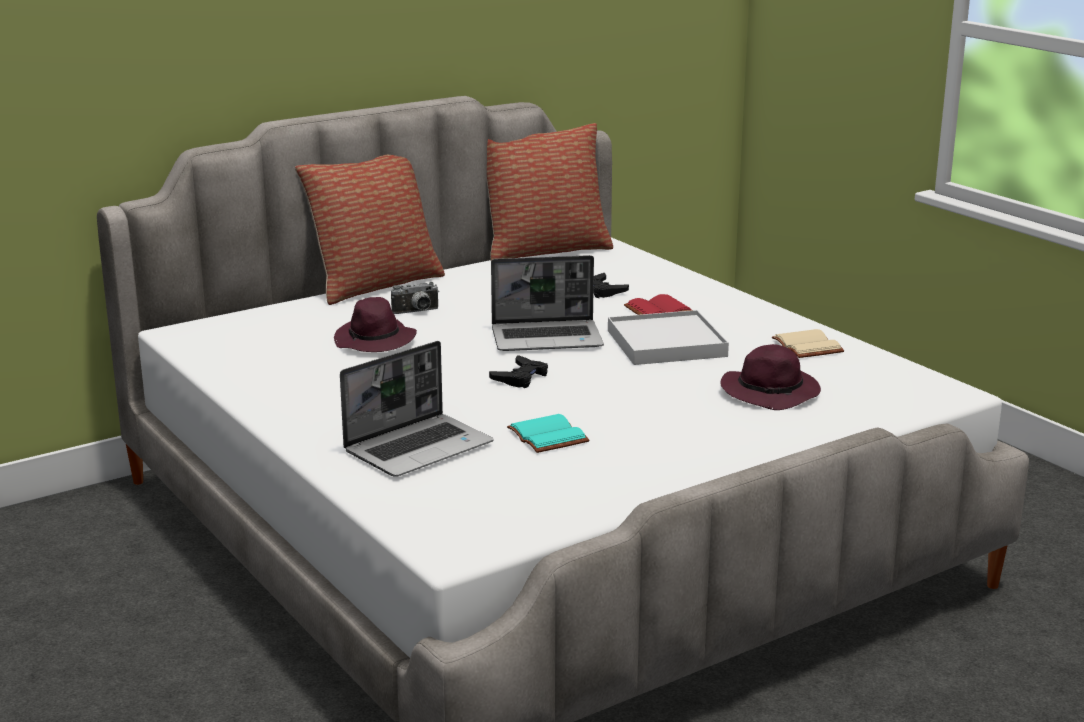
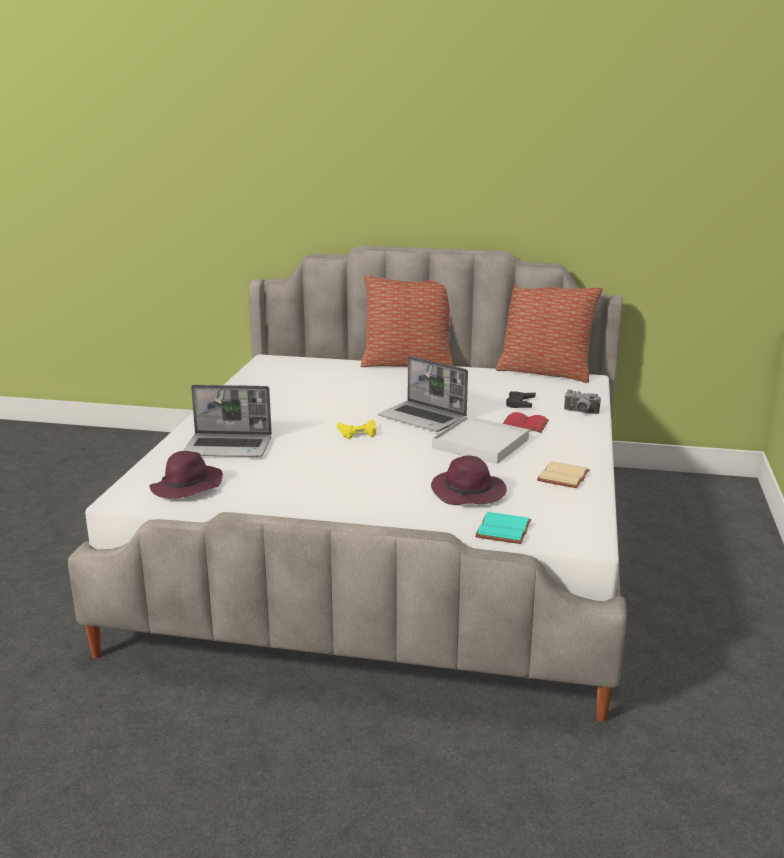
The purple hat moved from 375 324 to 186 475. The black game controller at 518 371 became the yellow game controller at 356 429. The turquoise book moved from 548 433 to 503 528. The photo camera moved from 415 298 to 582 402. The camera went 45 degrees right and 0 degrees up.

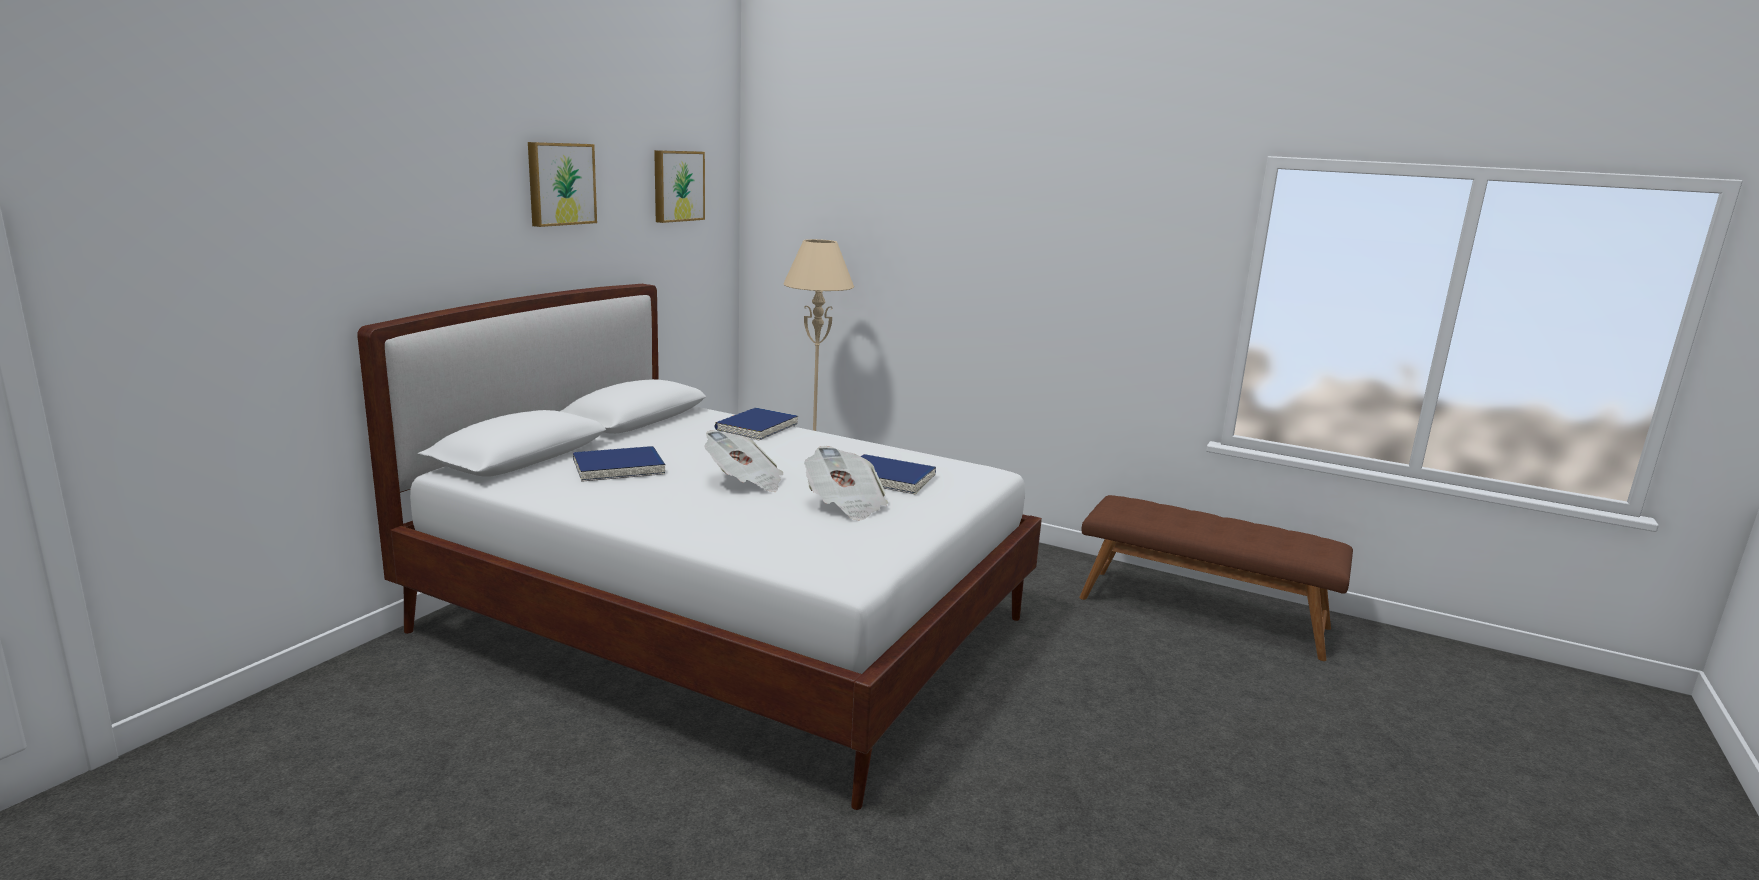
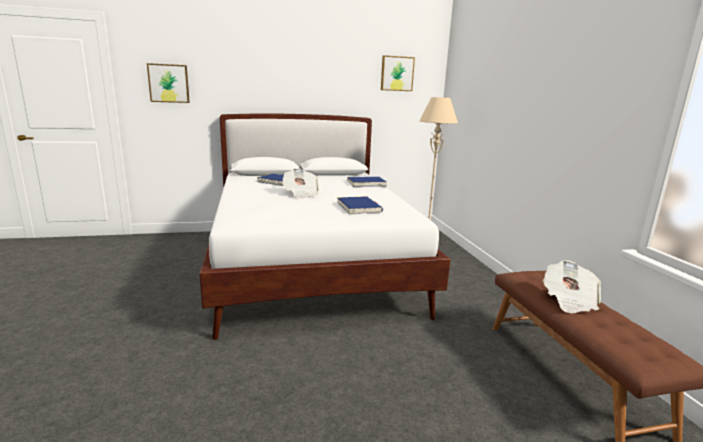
The picture moved from 562 184 to 168 83. The newspaper moved from 846 483 to 572 286. The camera went 50 degrees right and 0 degrees up.

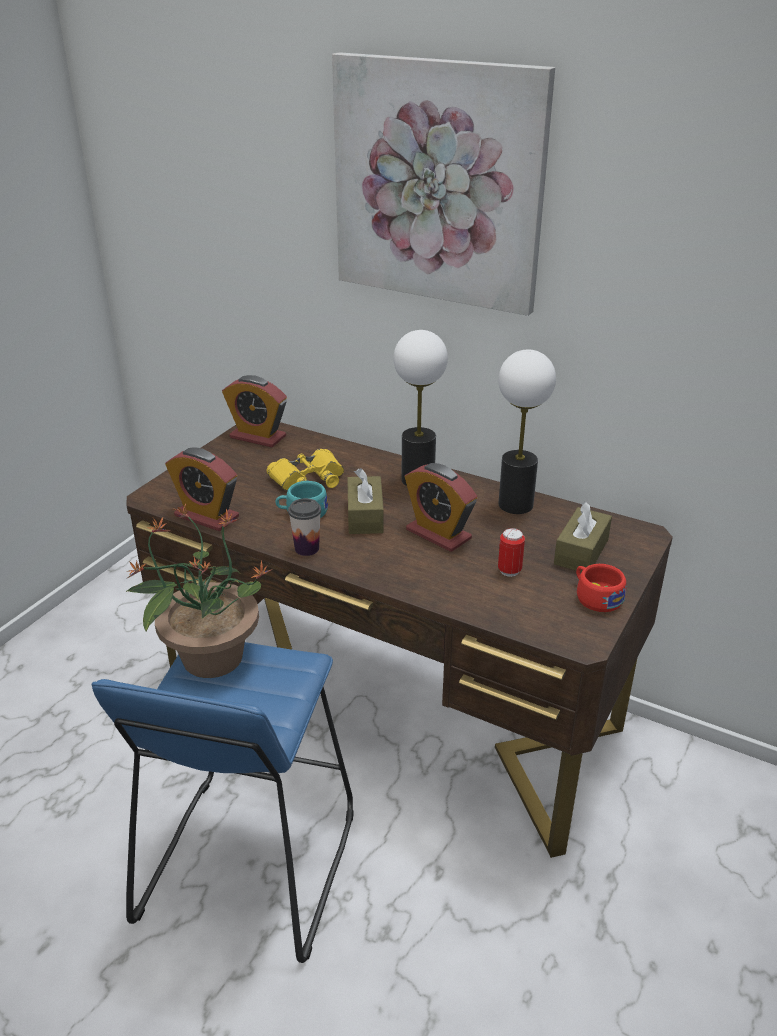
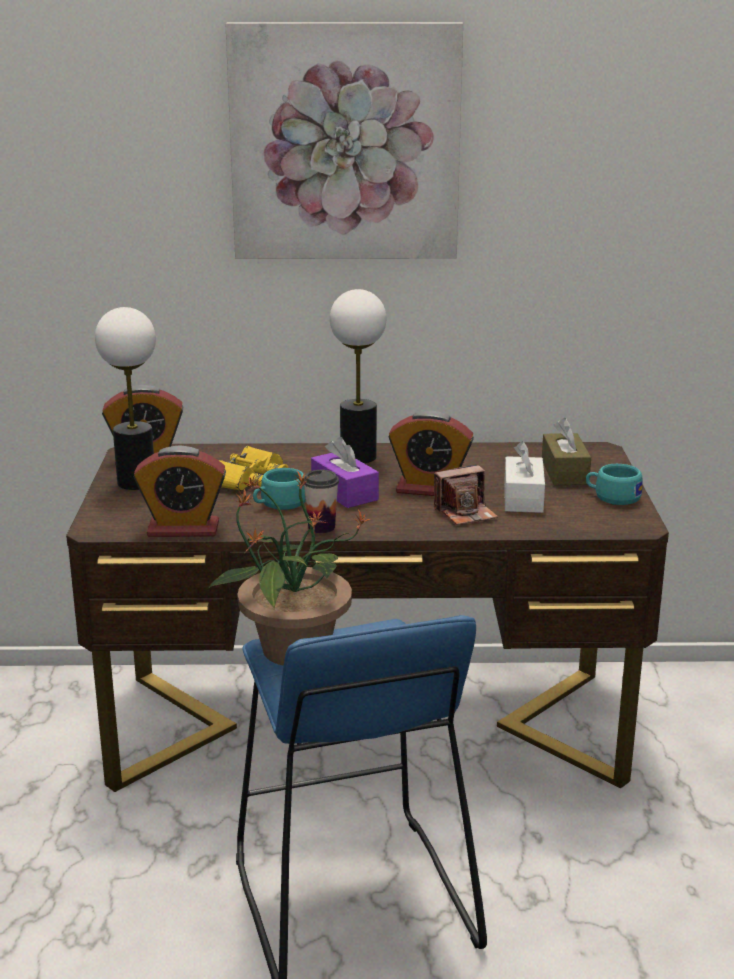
The table lamp moved from 527 431 to 125 398. The brown tissue box at 365 501 became the purple tissue box at 345 472. The photo camera at 466 494 appeared. The can at 511 552 was replaced by the white tissue box at 524 477. The red cup at 601 588 became the turquoise cup at 614 484. The camera went 30 degrees left and 10 degrees down.

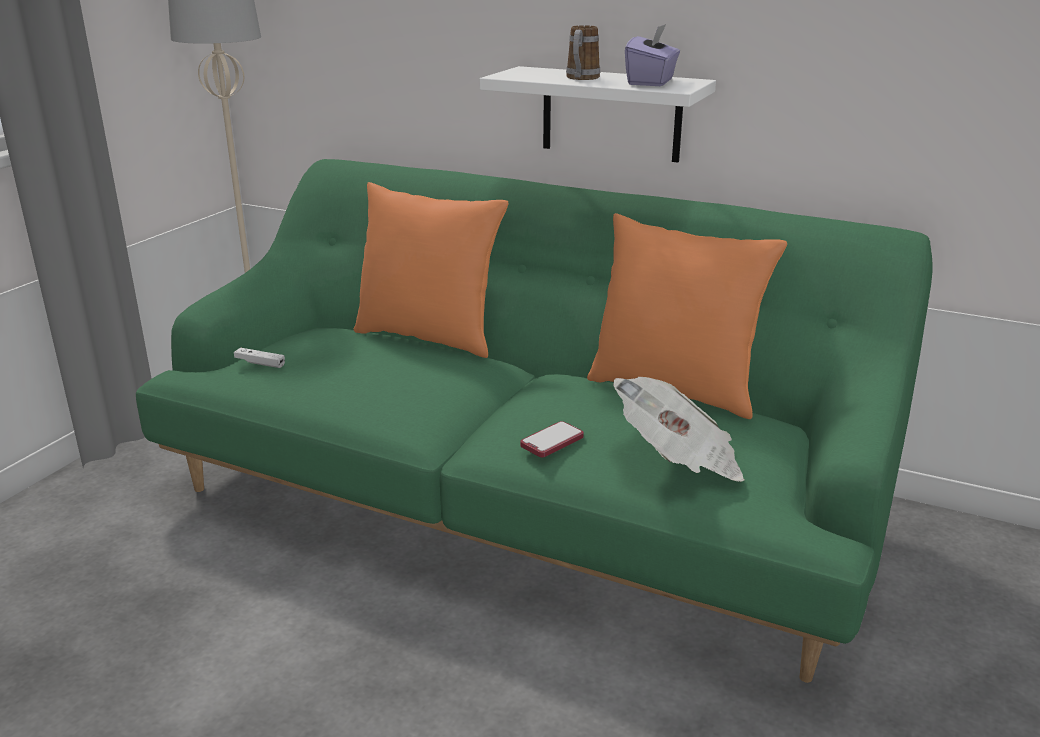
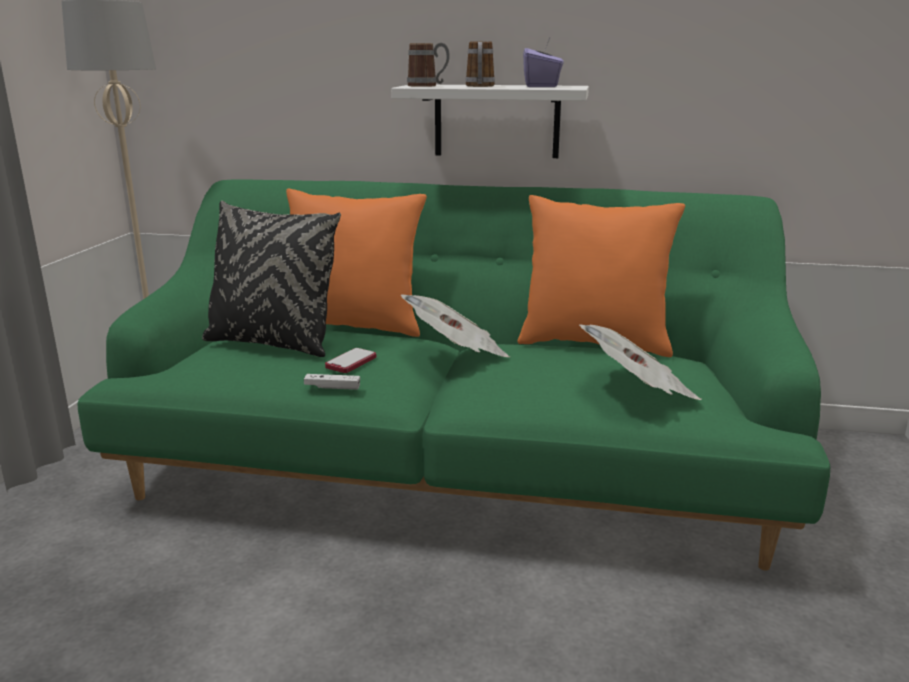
The black pillow at 271 279 appeared. The white game controller moved from 259 358 to 332 382. The phone moved from 552 439 to 350 360. The newspaper at 455 326 appeared. The mug at 428 65 appeared. The camera went 15 degrees left and 5 degrees down.

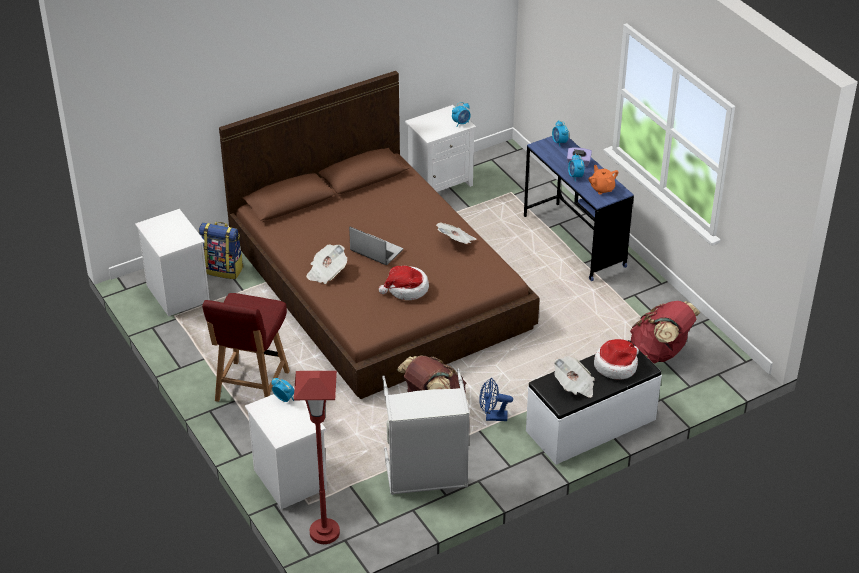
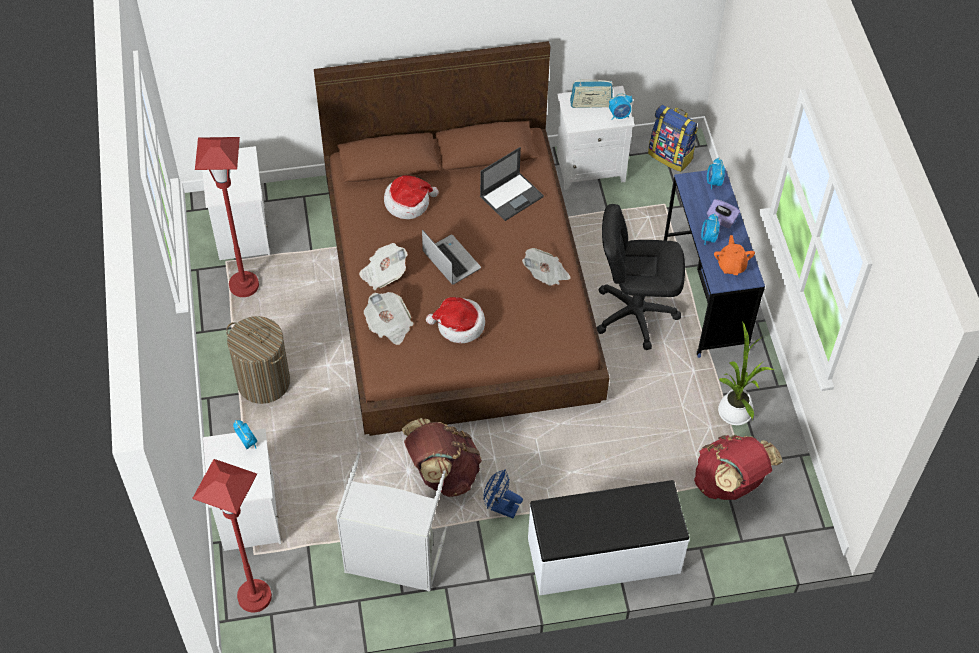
The red floor lamp at 227 217 appeared. The red chair at 246 347 was replaced by the laundry basket at 258 360. The newspaper moved from 574 377 to 389 318. The hat moved from 616 359 to 411 197. The laptop at 512 184 appeared. The radio at 591 93 appeared. The black office chair at 641 277 appeared. The backpack moved from 221 250 to 673 138. The potted plant at 746 373 appeared. The camera went 20 degrees right and 15 degrees up.

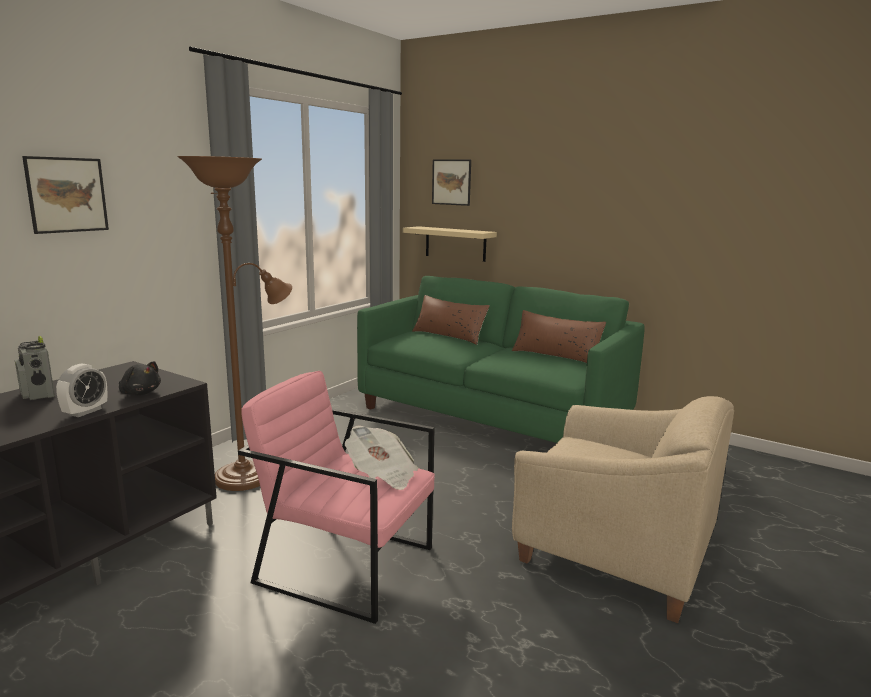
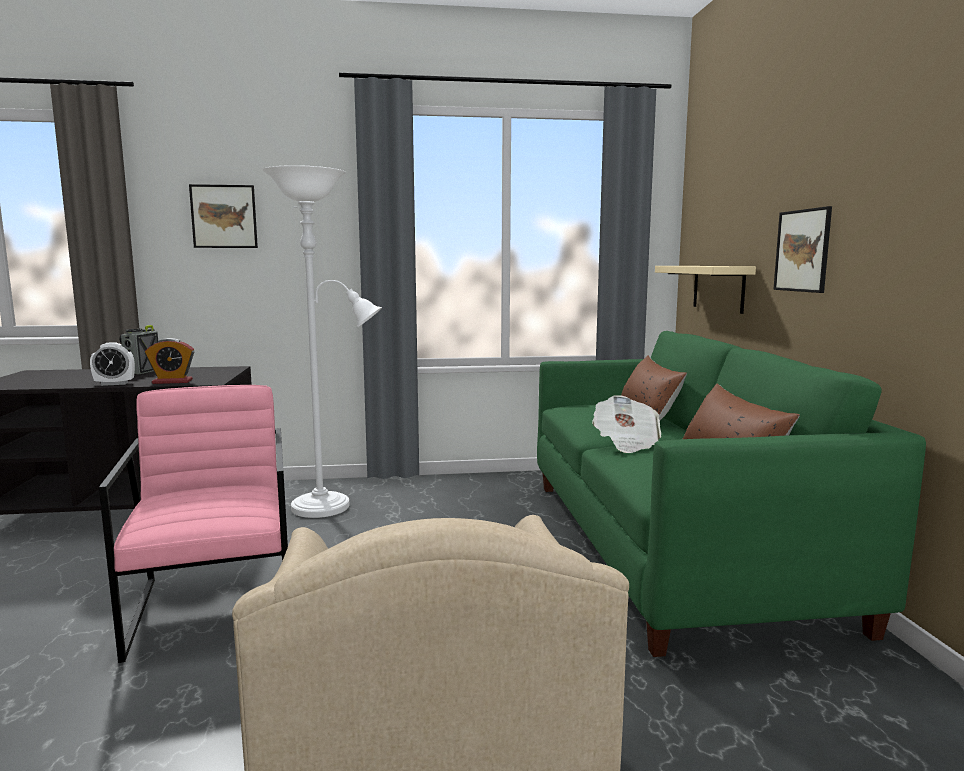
The black plush toy at 140 378 was replaced by the alarm clock at 170 361. The brown floor lamp at 234 323 became the white floor lamp at 322 341. The newspaper moved from 381 457 to 626 424. The picture moved from 451 183 to 802 249. The camera went 50 degrees right and 5 degrees down.

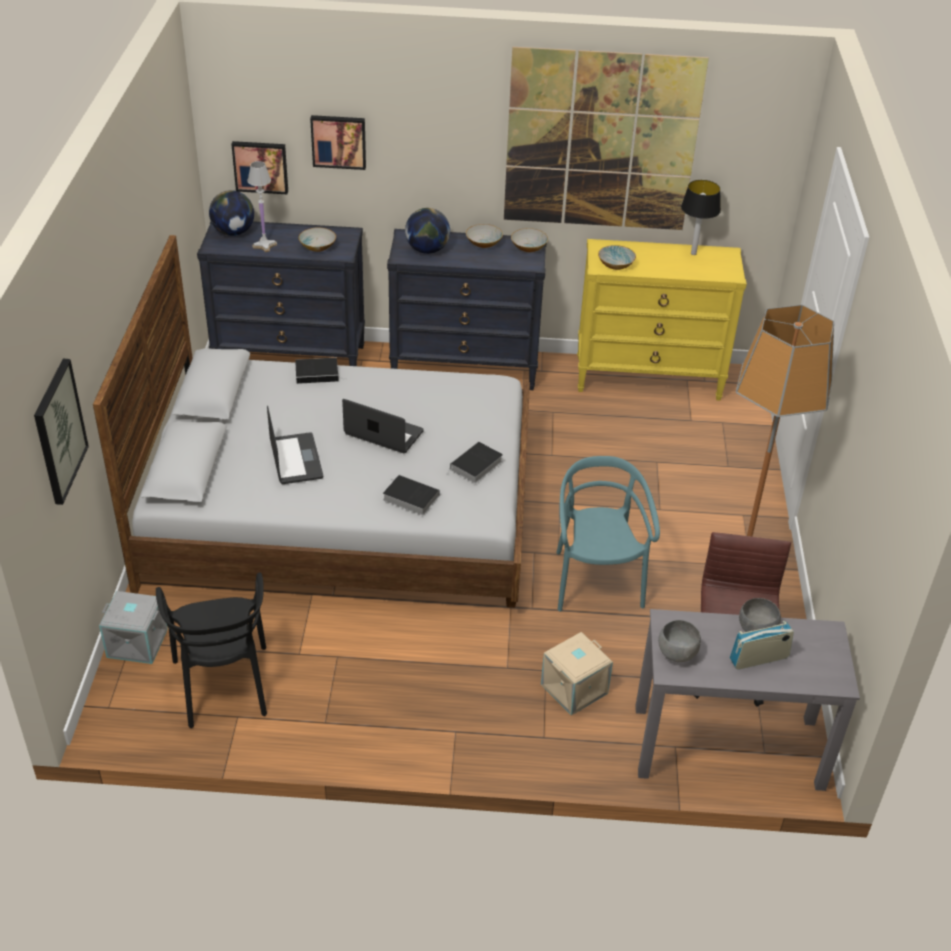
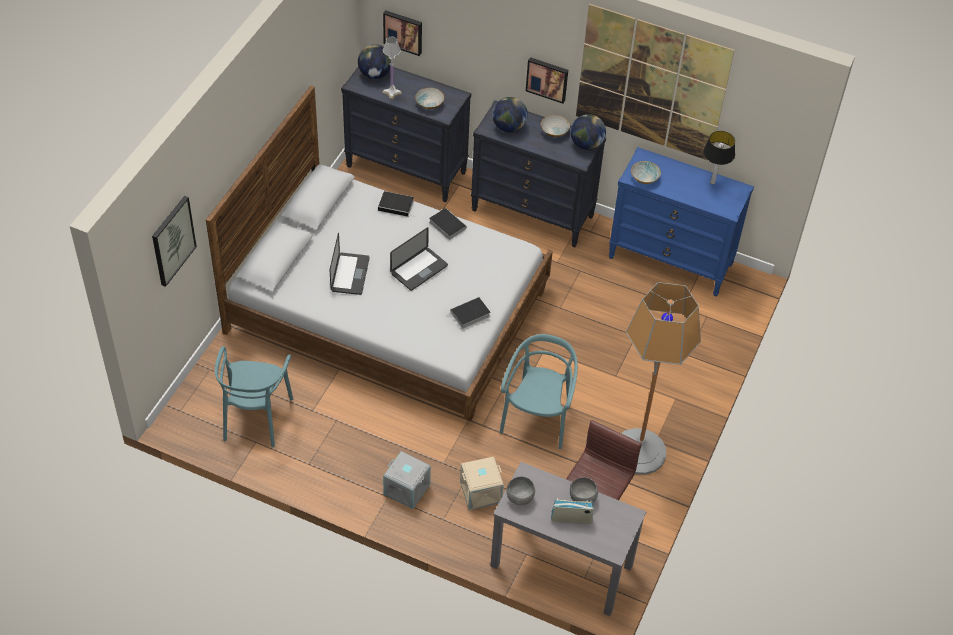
The black chair at 211 650 became the turquoise chair at 254 396. The grey storage box moved from 133 627 to 407 480. The laptop at 383 426 turned 90 degrees clockwise. The book moved from 411 495 to 447 224. The picture moved from 338 142 to 547 80. The bowl at 529 240 was replaced by the globe at 588 132. The yellow dresser at 662 320 became the blue dresser at 681 222. The camera went 20 degrees right and 10 degrees up.

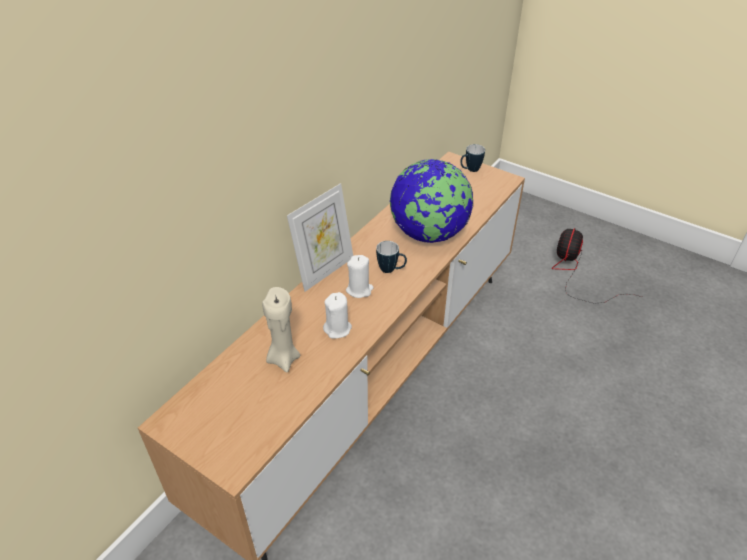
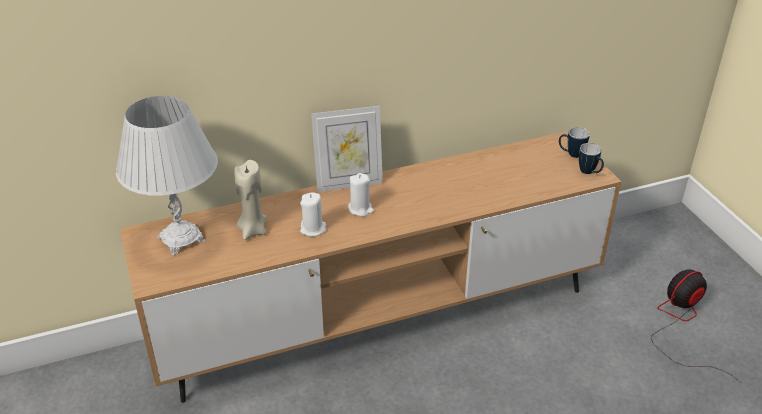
The white table lamp at 167 175 appeared. The mug moved from 391 257 to 591 158. The globe at 431 201 disappeared. The camera went 35 degrees right and 5 degrees down.

